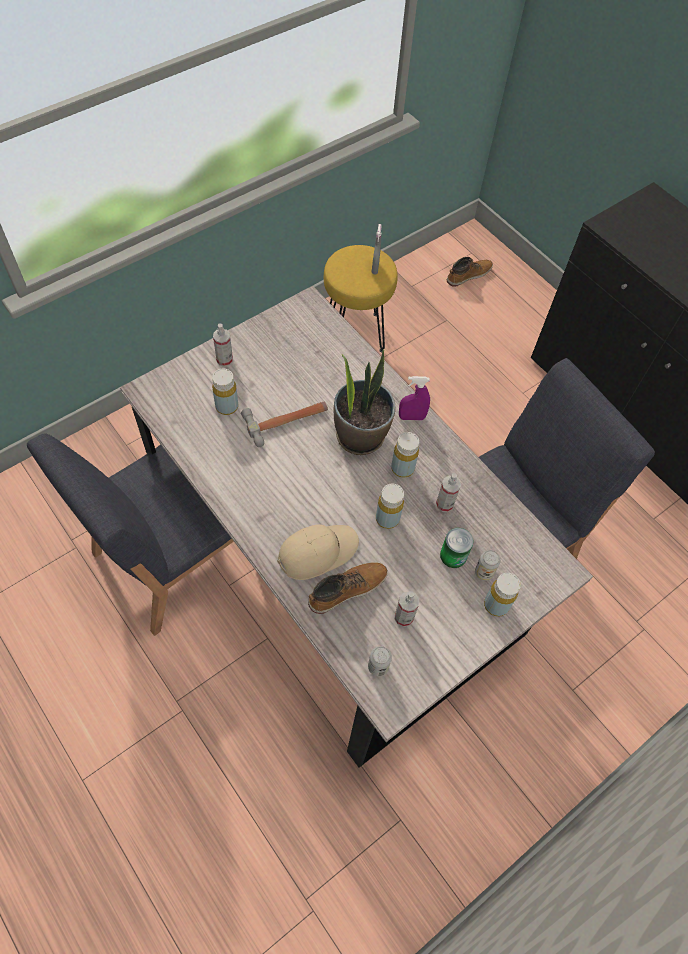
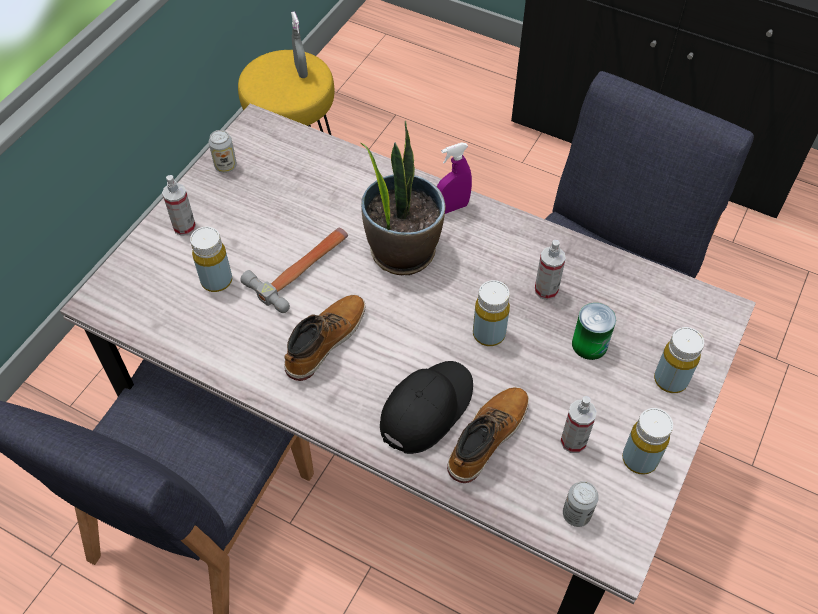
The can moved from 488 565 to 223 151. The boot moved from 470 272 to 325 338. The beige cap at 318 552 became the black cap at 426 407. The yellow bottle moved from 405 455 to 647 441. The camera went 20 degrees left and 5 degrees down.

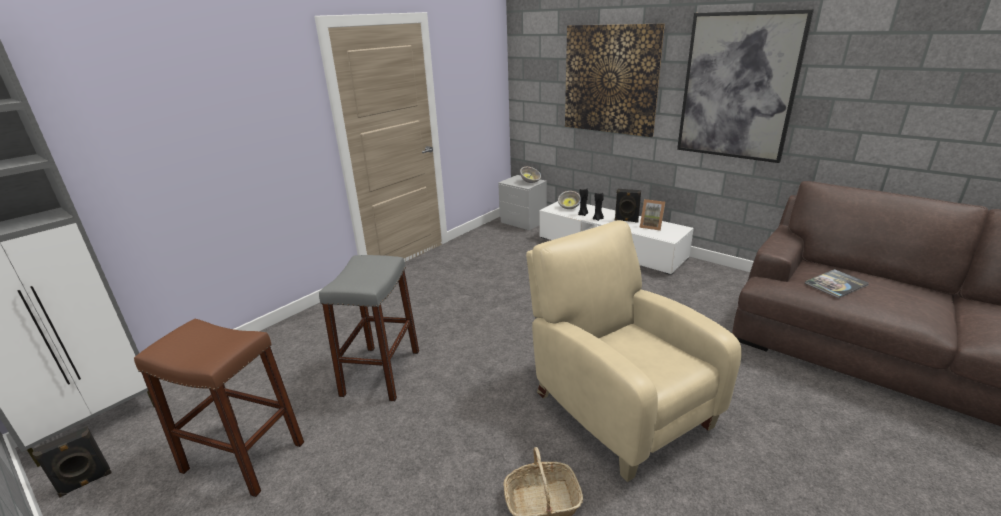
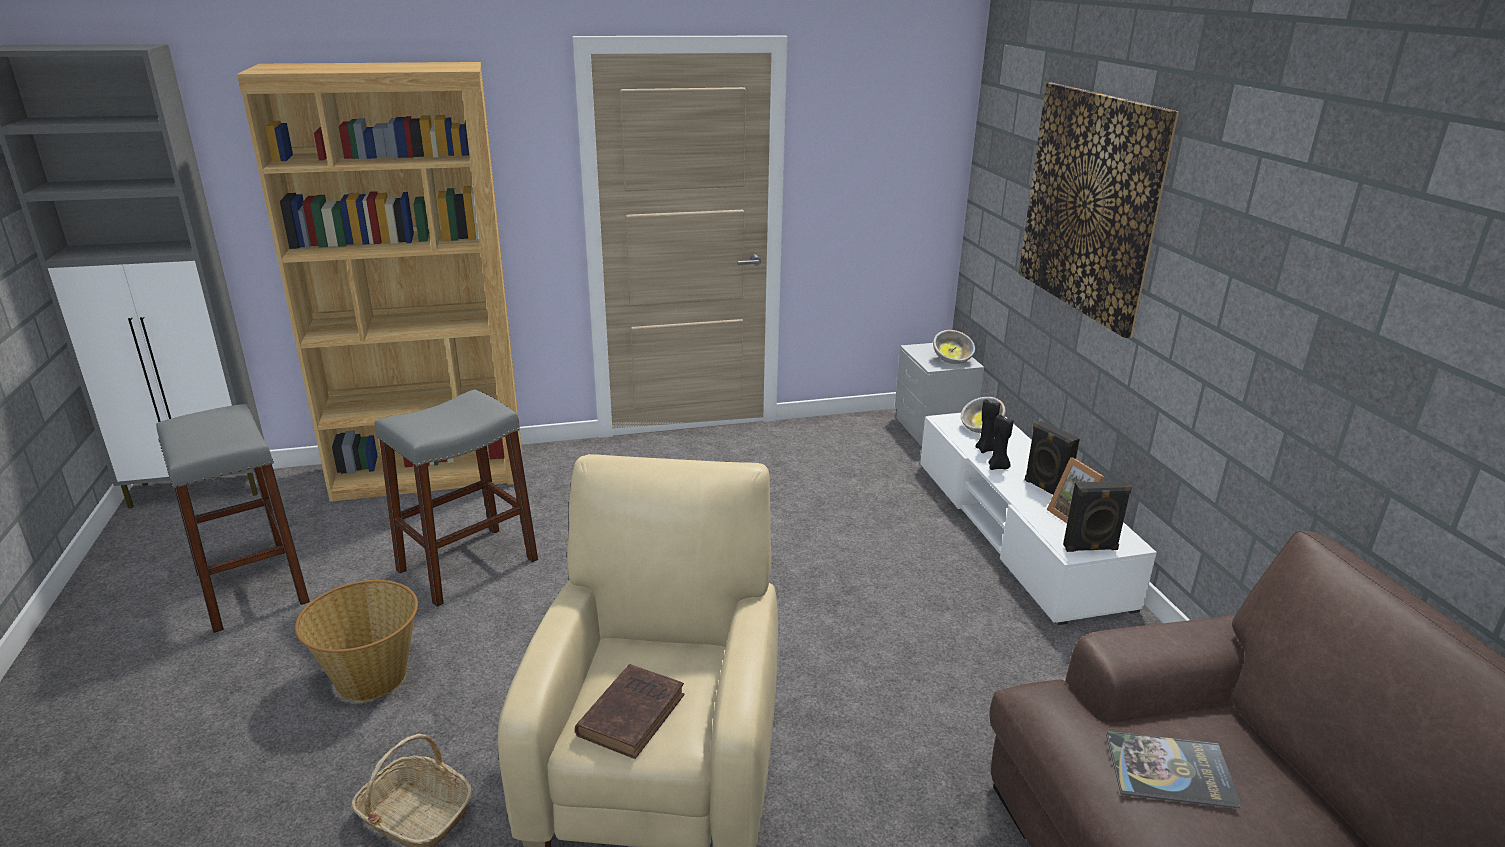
The brown stool at 219 408 became the grey stool at 233 518. The brown bookcase at 379 282 appeared. The basket at 356 640 appeared. The brown book at 630 711 appeared. The black speaker moved from 72 461 to 1097 516. The picture at 745 86 disappeared. The camera went 35 degrees right and 0 degrees up.

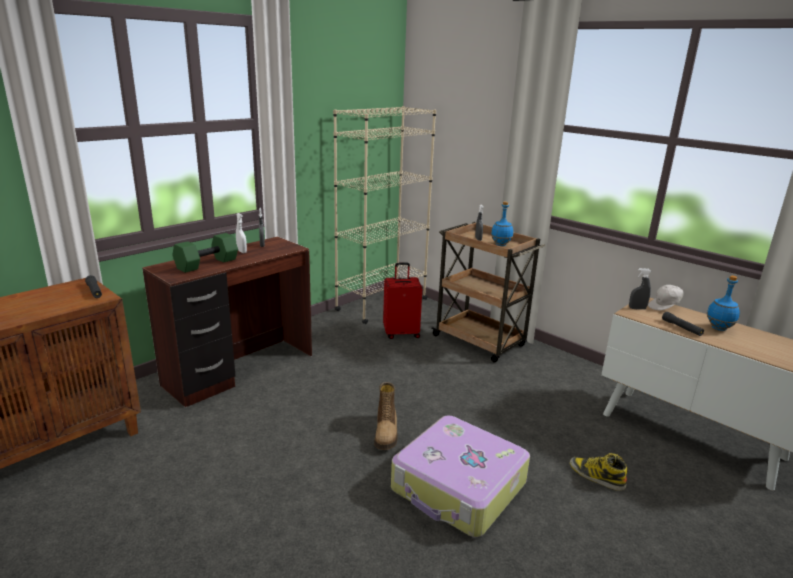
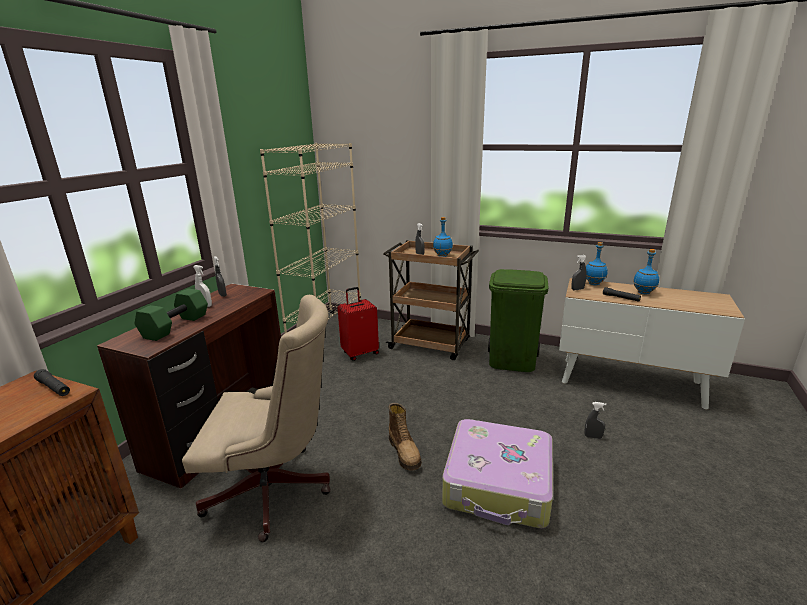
The beige office chair at 256 418 appeared. The green trash can at 518 320 appeared. The boot at 598 472 was replaced by the grey spray bottle at 596 420. The white cap at 665 297 was replaced by the blue bottle at 597 263. The camera went 20 degrees left and 0 degrees up.

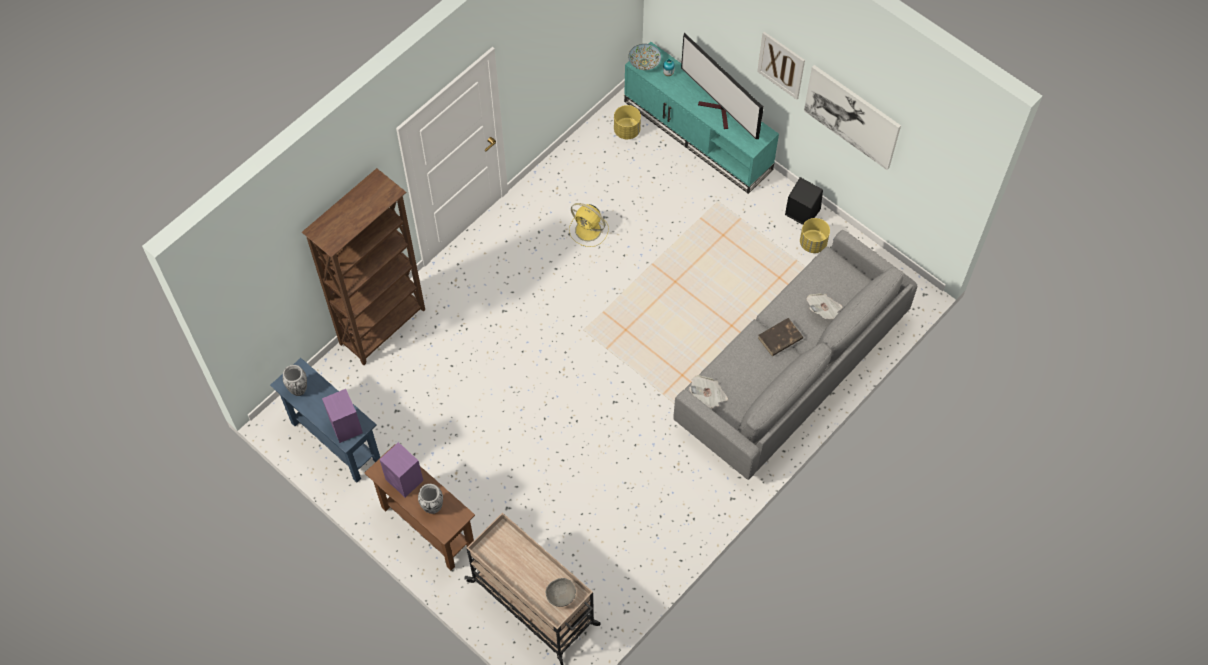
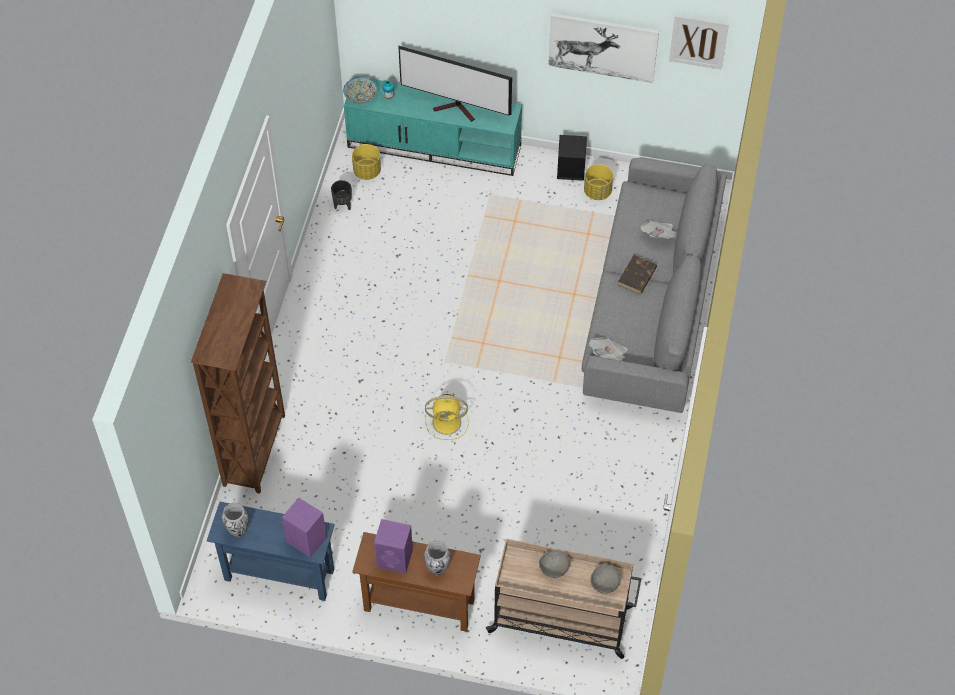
The black planter at 341 195 appeared. The yellow fan moved from 589 225 to 447 417. The grey bowl at 554 563 appeared. The picture moved from 781 66 to 699 42. The camera went 30 degrees left and 5 degrees down.

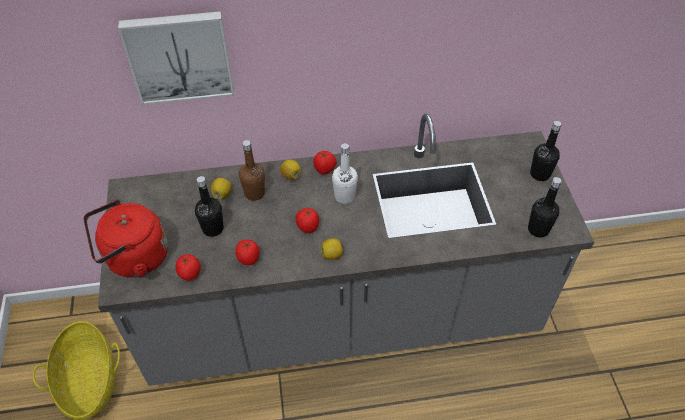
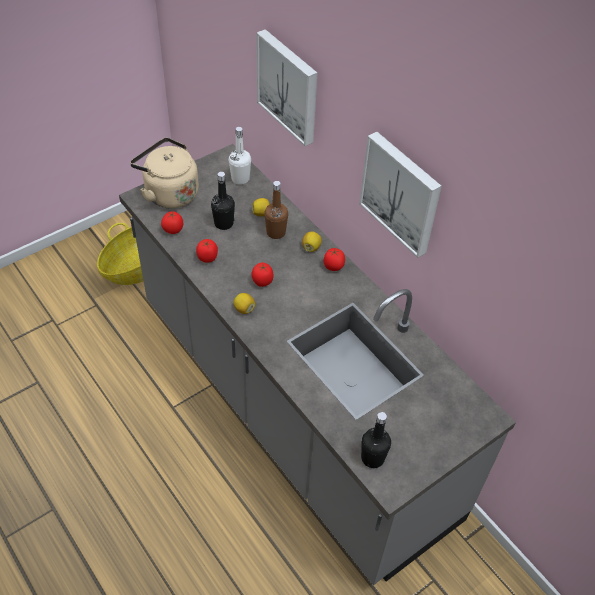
The red kettle at 126 239 became the beige kettle at 164 172. The white bottle moved from 345 173 to 240 156. The picture at 400 195 appeared. The black bottle at 546 151 disappeared. The camera went 60 degrees right and 0 degrees up.

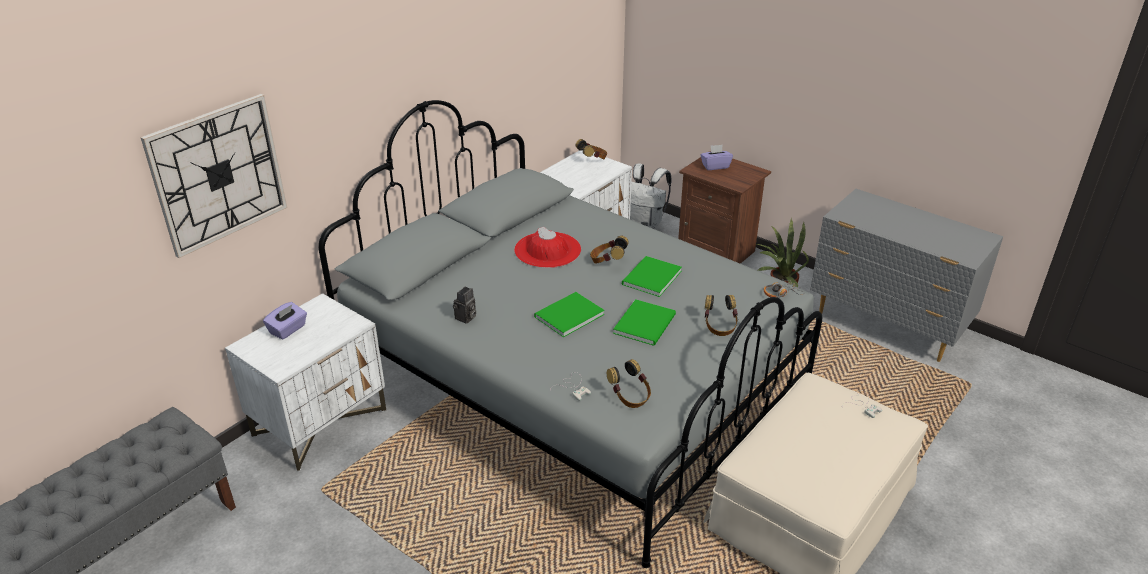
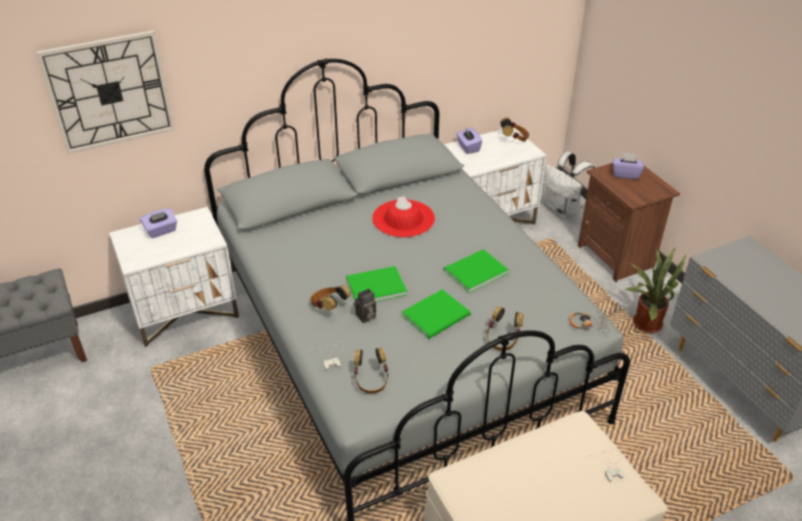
The headphones moved from 609 250 to 330 298. The photo camera moved from 465 305 to 364 306. The purple tissue box at 469 140 appeared. The camera went 25 degrees right and 5 degrees up.

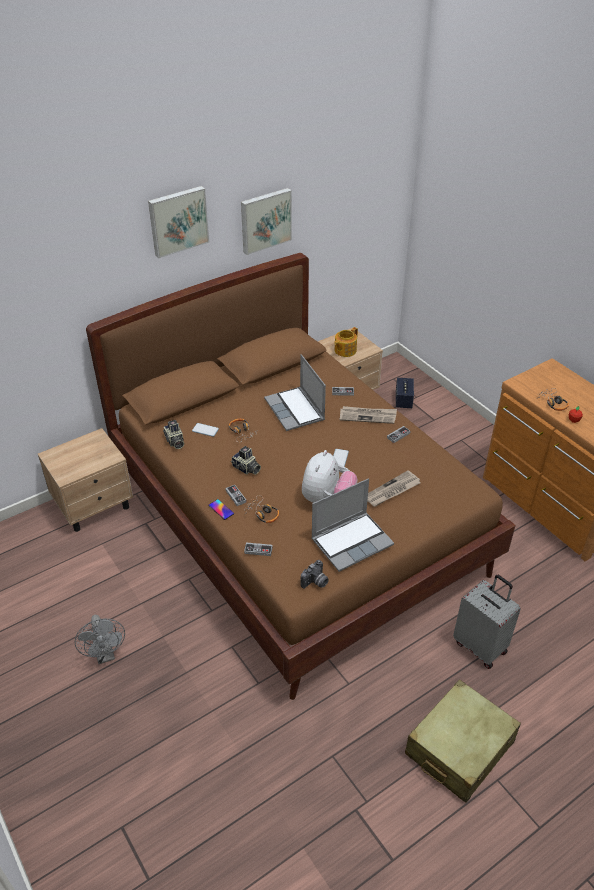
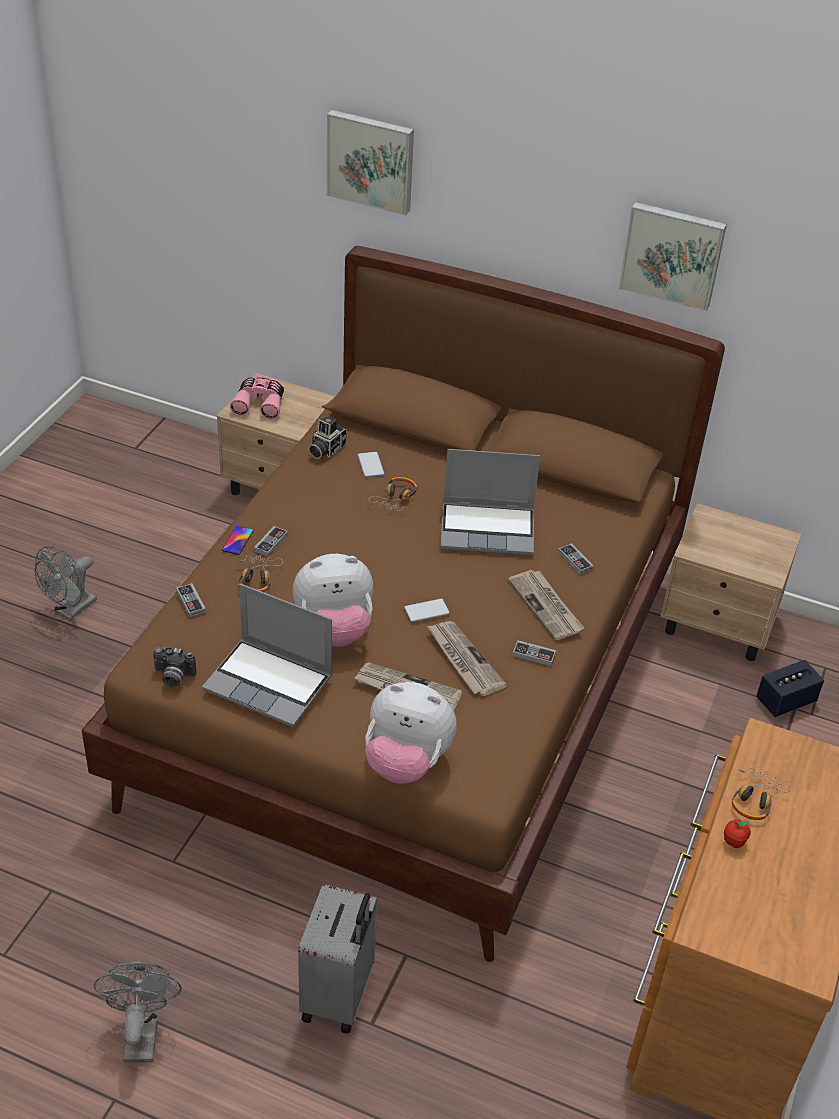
The beige suitcase at 463 741 was replaced by the grey fan at 138 1012. The pink binoculars at 257 397 appeared. The picture moved from 178 222 to 370 163. The plush toy at 411 733 appeared. The newspaper at 467 658 appeared. The laptop at 295 392 turned 120 degrees counterclockwise. The photo camera at 246 460 disappeared. The teapot at 346 342 disappeared. The camera went 55 degrees right and 0 degrees up.

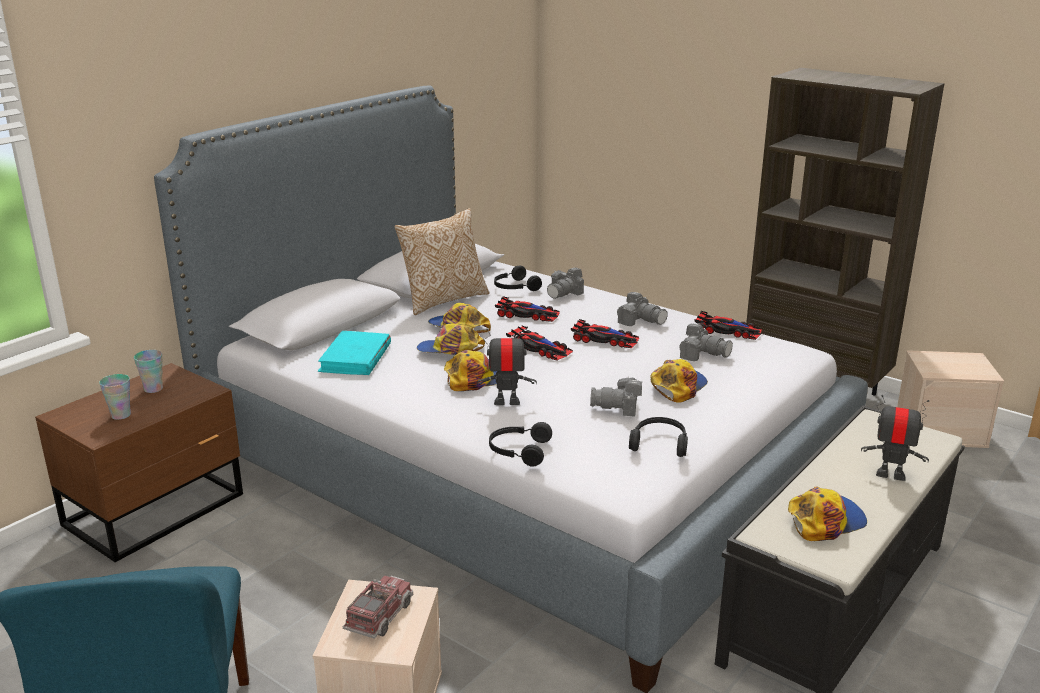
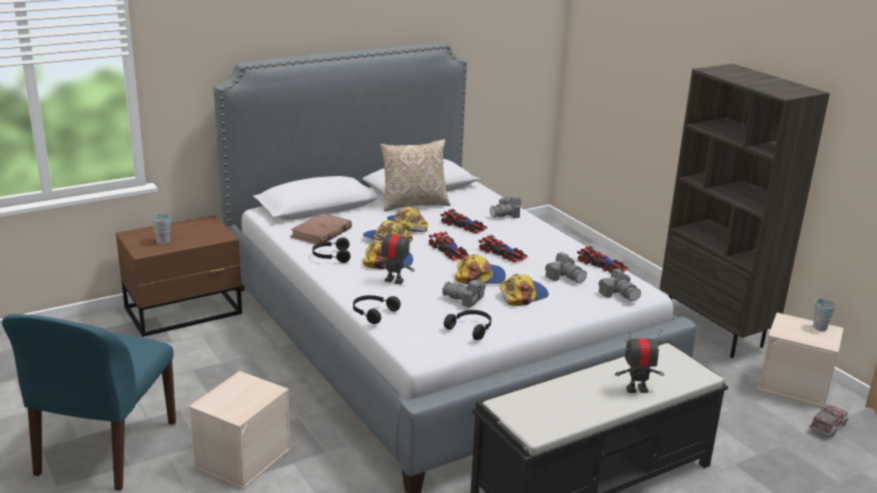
The turquoise book at 354 353 became the brown book at 321 228. The black headphones moved from 518 278 to 331 250. The cap moved from 827 514 to 480 269. The photo camera moved from 642 309 to 620 284. The toy robot at 895 438 turned 45 degrees counterclockwise. The toy truck moved from 378 607 to 828 421. The cup moved from 148 371 to 824 315. The camera went 20 degrees right and 0 degrees up.

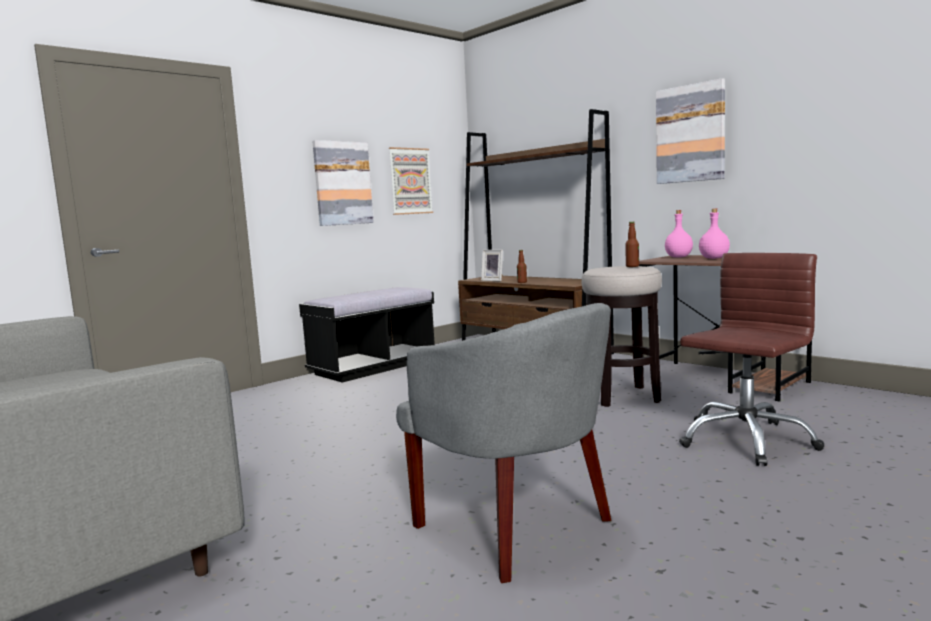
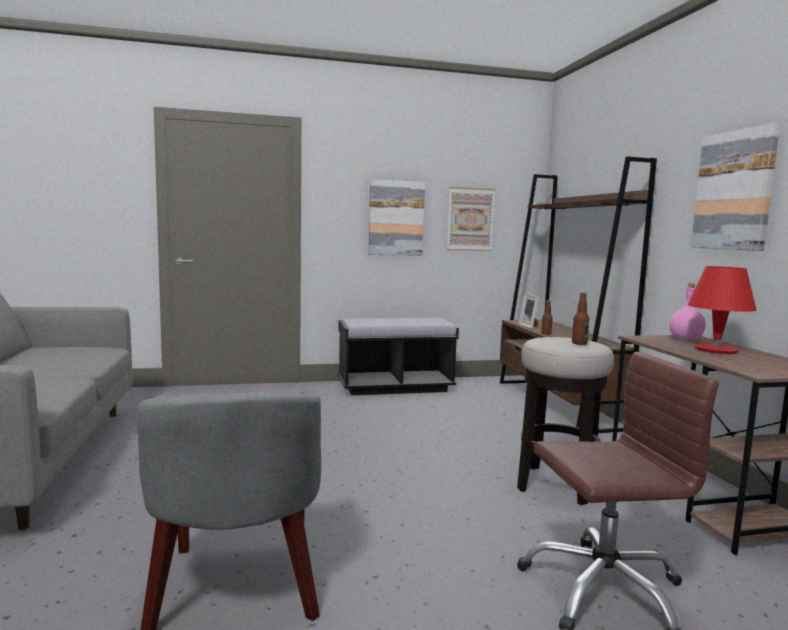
The pink bottle at 714 234 was replaced by the red table lamp at 721 310. The camera went 30 degrees right and 0 degrees up.

